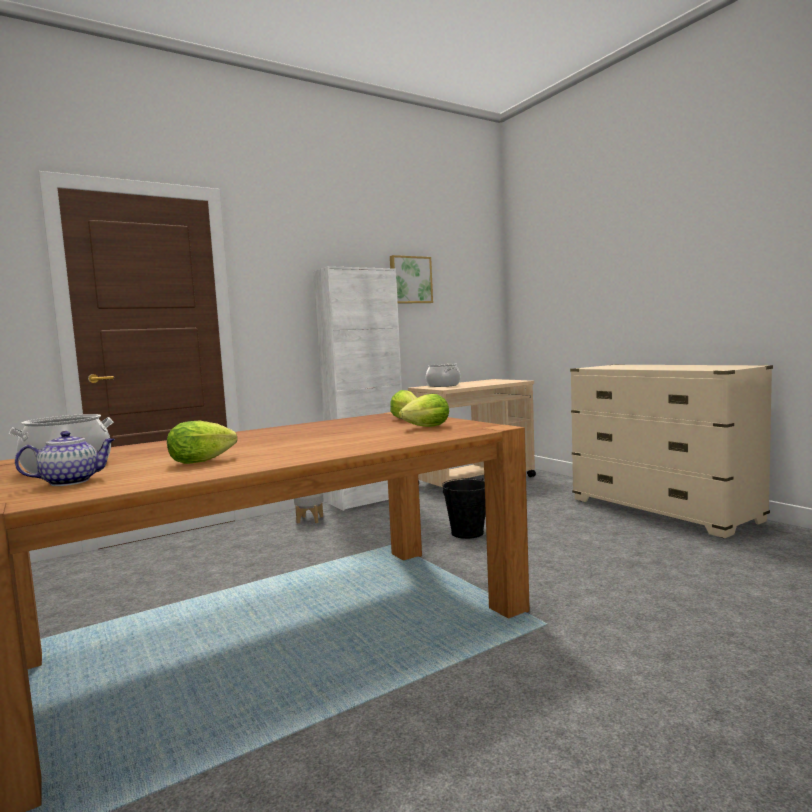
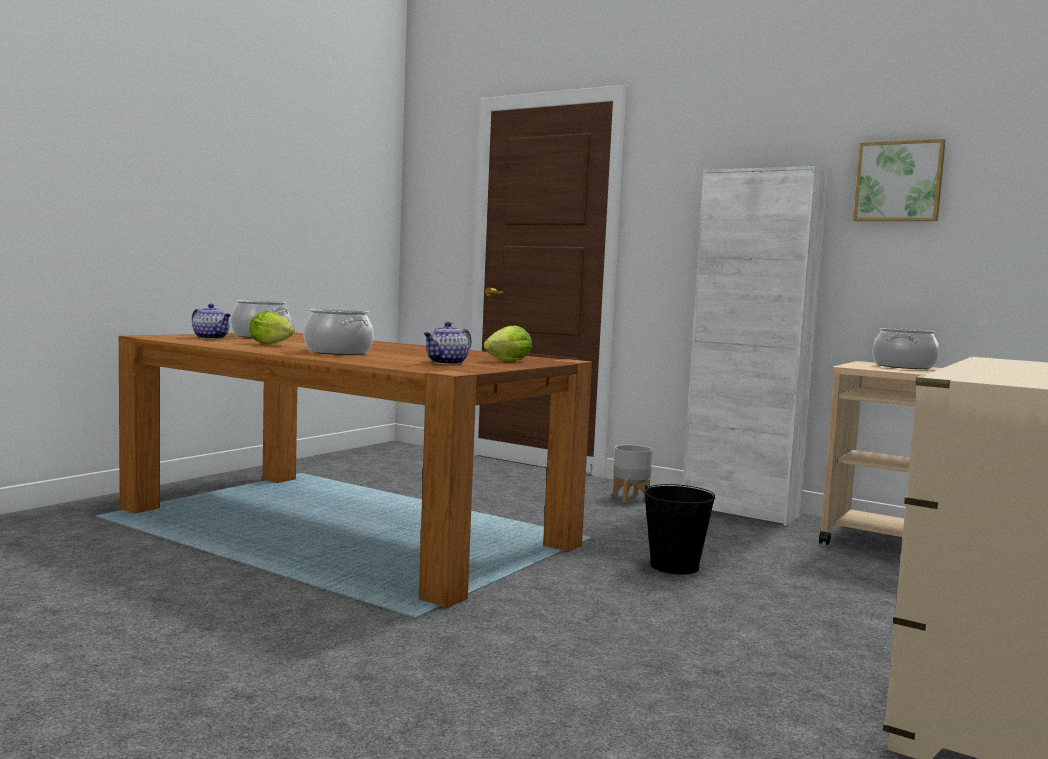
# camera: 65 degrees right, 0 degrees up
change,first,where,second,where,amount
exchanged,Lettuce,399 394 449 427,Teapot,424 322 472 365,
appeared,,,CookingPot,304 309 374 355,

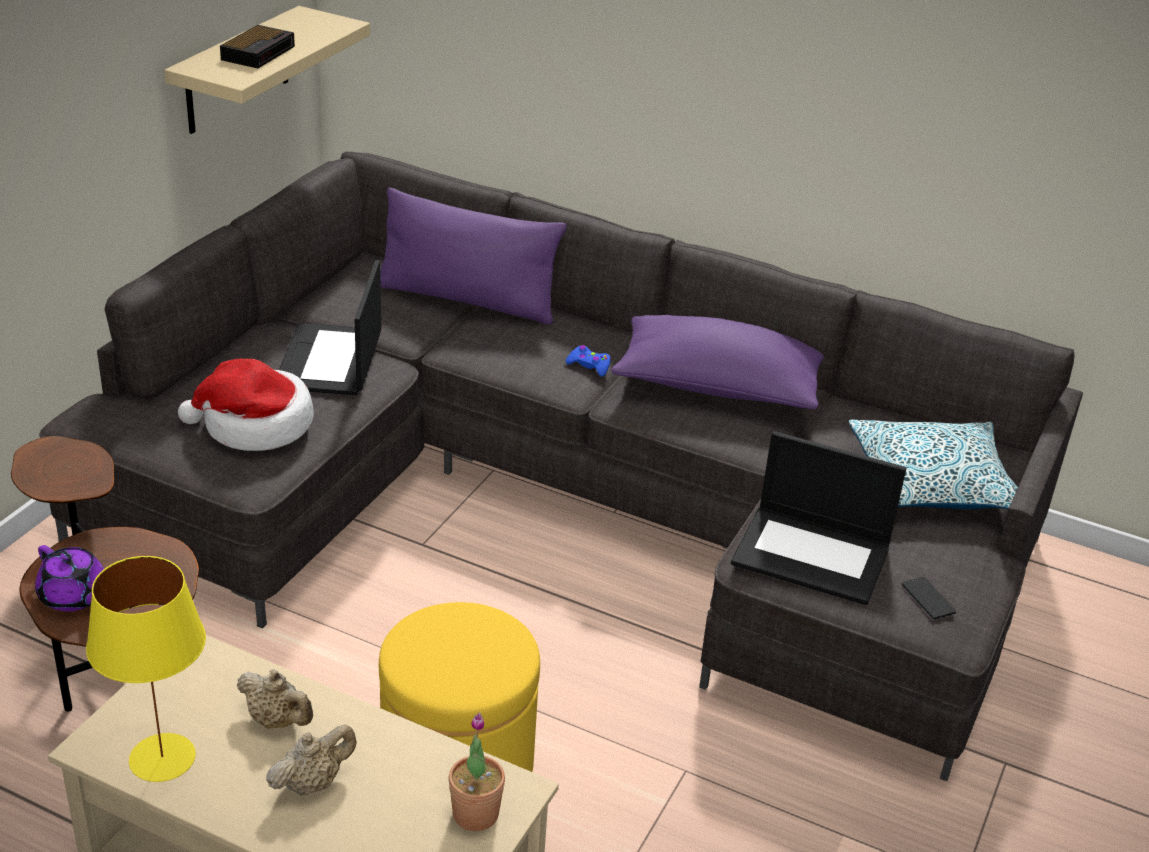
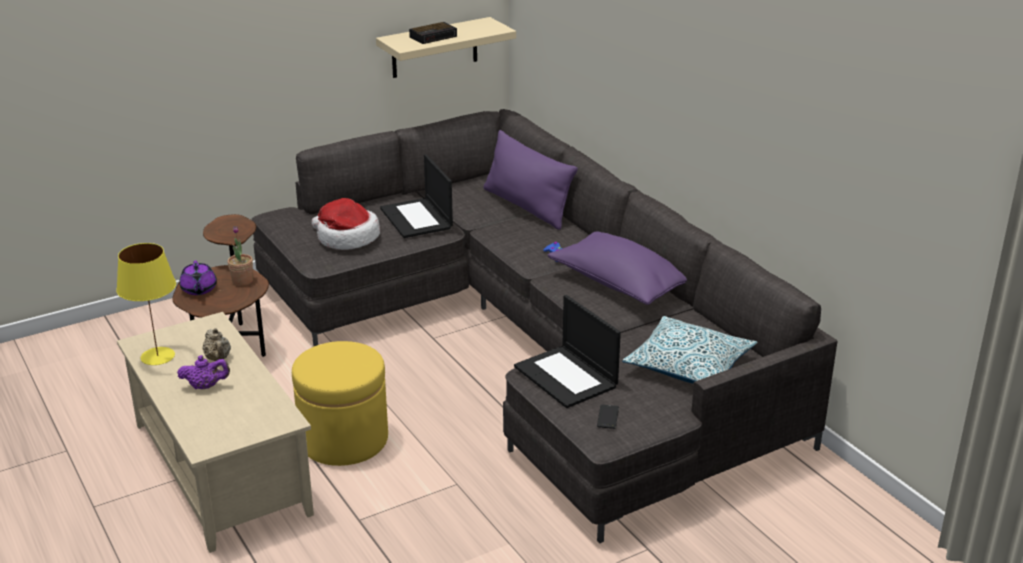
# camera: 35 degrees right, 5 degrees down
change,first,where,second,where,amount
colour,BeigeTeapot,266 724 357 796,PurpleTeapot,177 355 230 389,
spun,Laptop,279 260 381 395,,380 154 453 238,60 degrees counterclockwise
relocated,PottedPlant,448 713 505 831,,228 226 253 286,

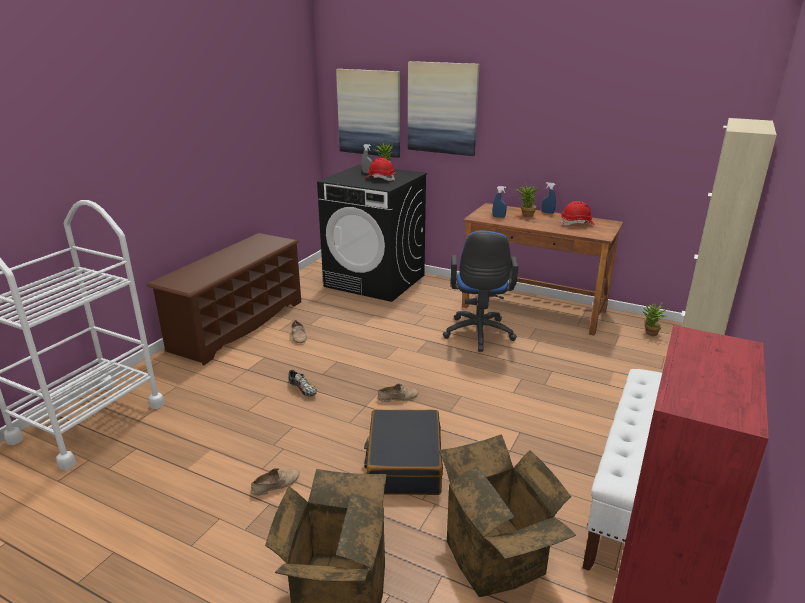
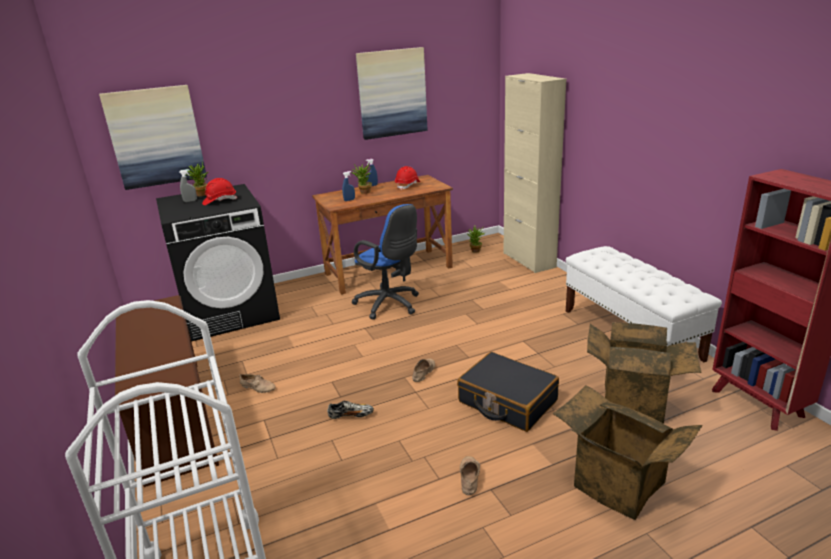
# camera: 50 degrees left, 0 degrees up
change,first,where,second,where,amount
relocated,Picture,408 61 479 156,,356 47 428 140,

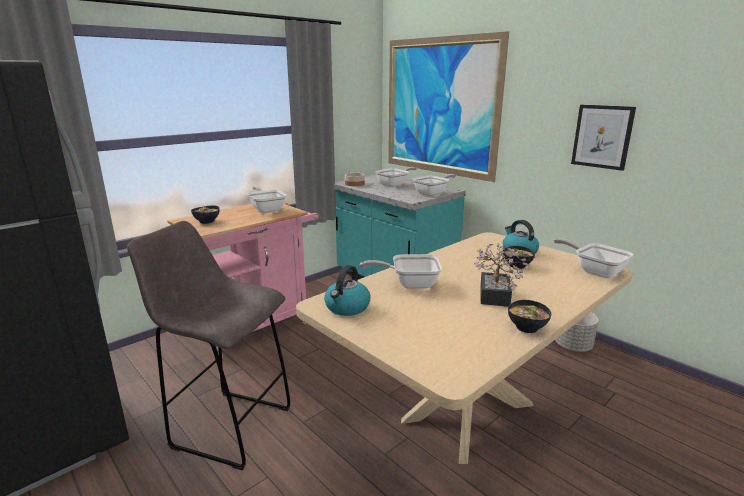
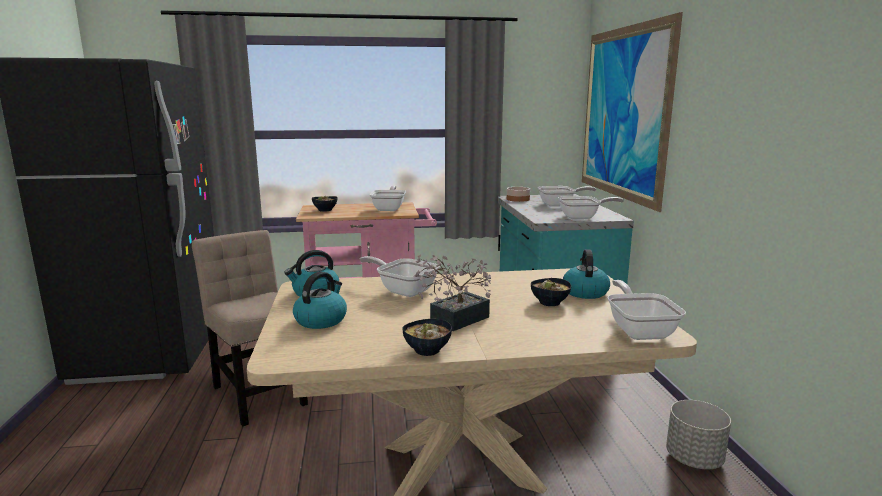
# camera: 35 degrees right, 5 degrees down
change,first,where,second,where,amount
exchanged,GreyStool,127 221 291 470,BeigeChair,192 230 308 427,
missing,Picture,571 105 636 171,,,
appeared,,,Kettle,293 272 347 329,

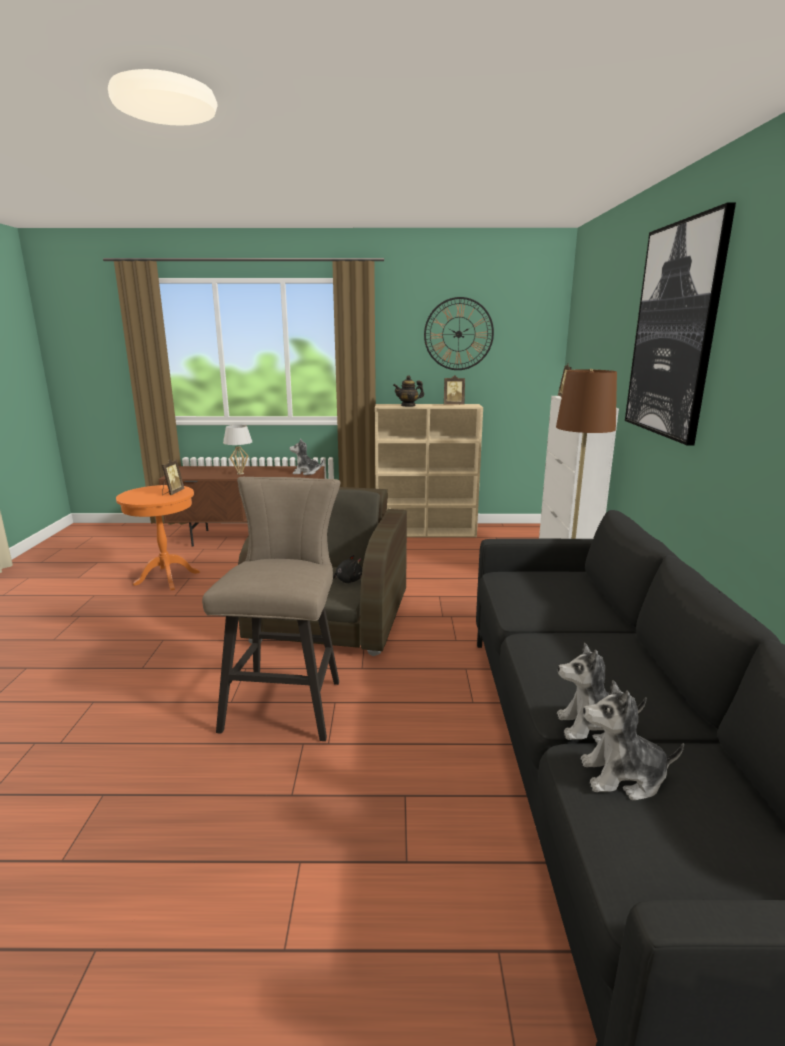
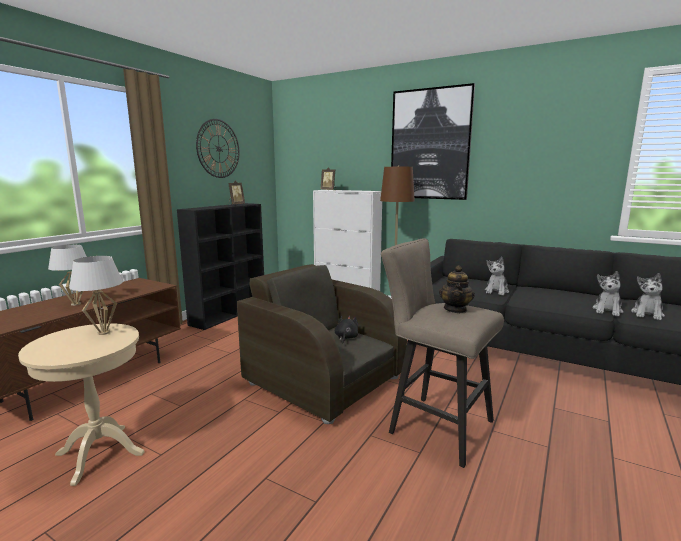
# camera: 60 degrees left, 5 degrees down
change,first,where,second,where,amount
colour,OrangeSideTable,116 485 200 590,BeigeSideTable,18 323 145 486,
exchanged,PictureFrame,162 459 185 495,WhiteTableLamp,69 256 123 335,
relocated,PlushToy,290 438 324 475,,485 257 509 295,
colour,BeigeBookcase,375 404 483 537,BlackBookcase,177 203 264 330,
relocated,Teapot,393 375 424 407,,439 265 475 313,

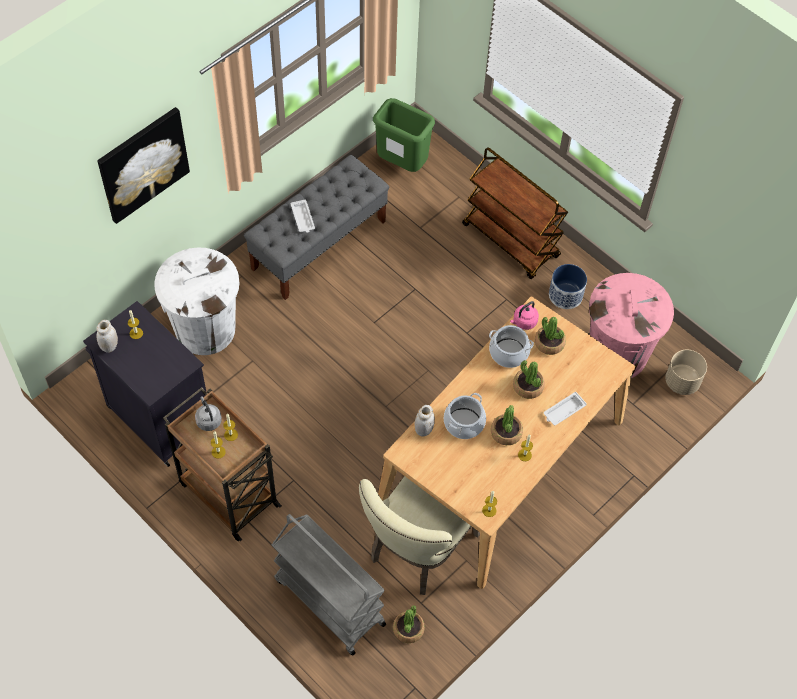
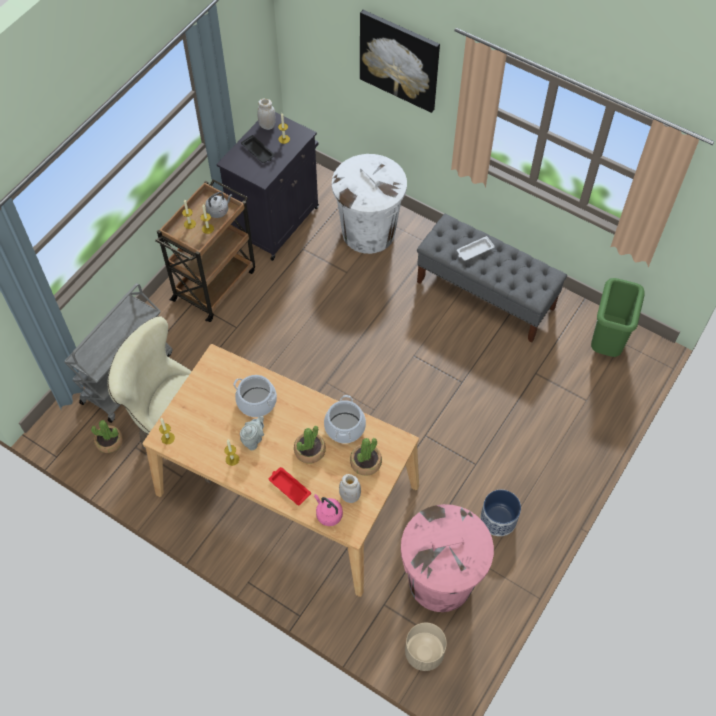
# camera: 80 degrees right, 0 degrees up
change,first,where,second,where,amount
relocated,WhiteJar,415 405 435 436,,339 474 361 503,
missing,BrownCart,462 147 568 279,,,
exchanged,PottedPlant,491 405 523 445,GreyTeapot,240 416 264 451,
relocated,PinkKettle,510 301 539 330,,314 494 343 526,
colour,WhiteTray,544 392 587 425,RedTray,269 467 311 506,
appeared,,,BlackTray,241 135 275 163,

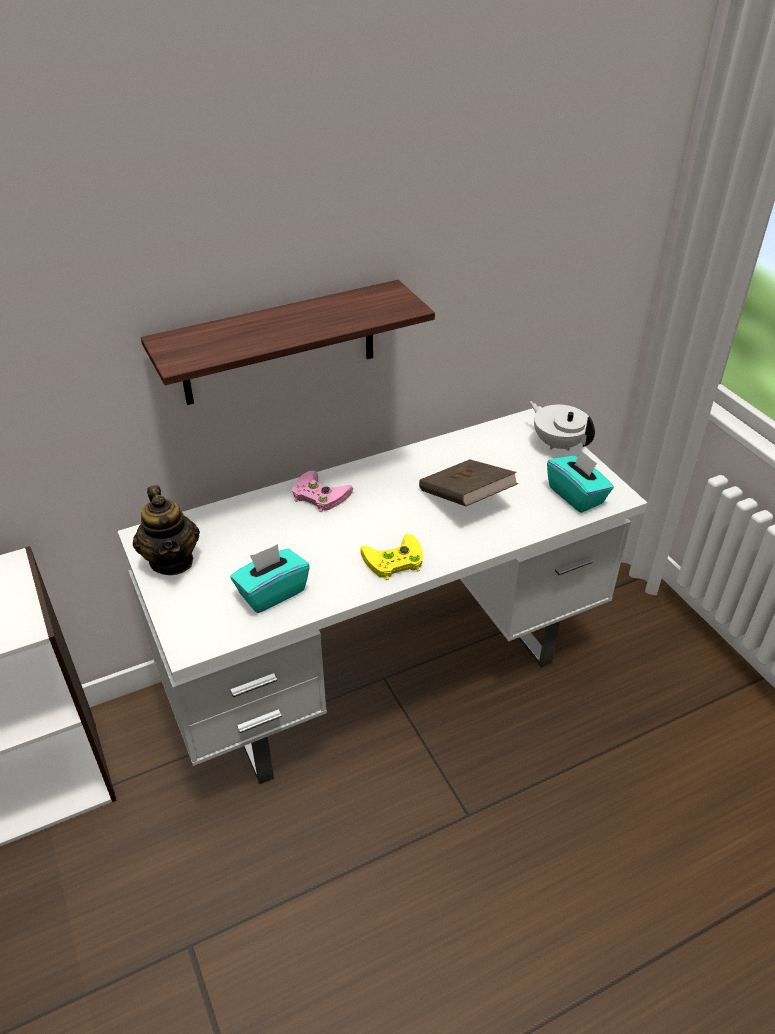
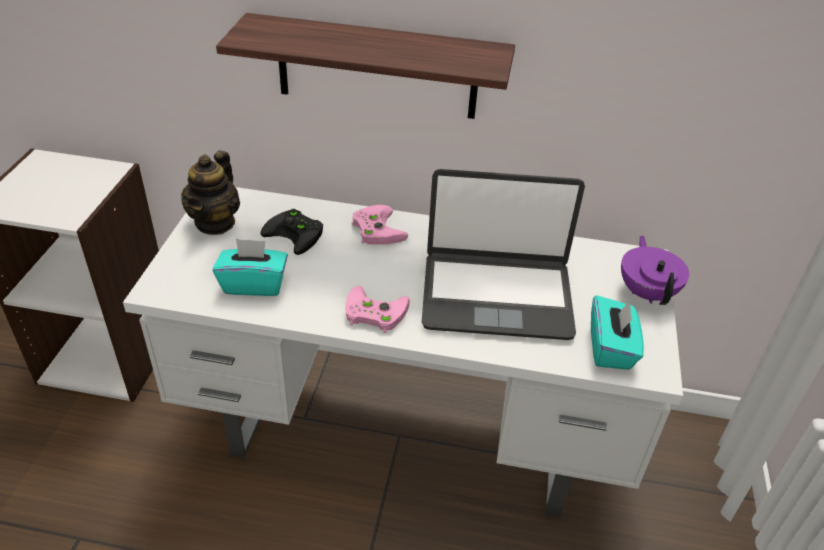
# camera: 35 degrees right, 0 degrees up
change,first,where,second,where,amount
colour,YellowGameController,360 534 423 580,PinkGameController,345 286 410 333,
exchanged,BrownBook,419 459 518 506,Laptop,422 169 585 340,
colour,WhiteTeapot,530 401 595 451,PurpleTeapot,621 235 689 305,
appeared,,,BlackGameController,260 209 323 255,

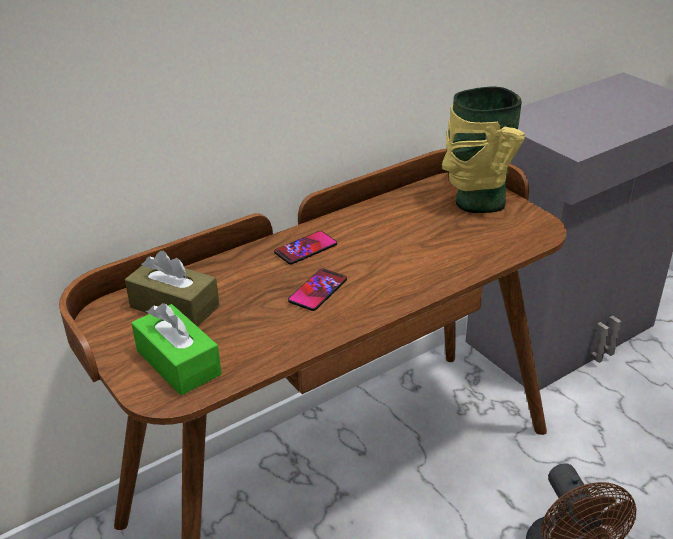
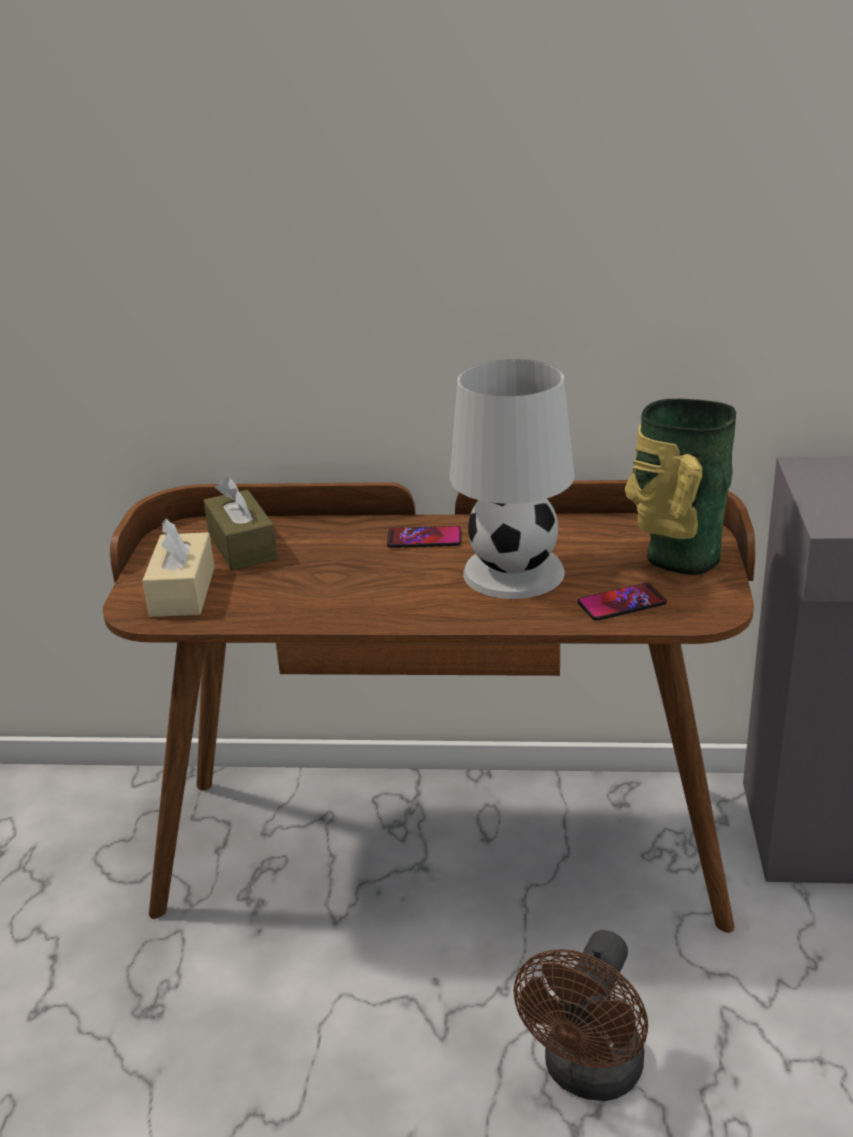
# camera: 40 degrees right, 5 degrees down
change,first,where,second,where,amount
colour,GreenTissueBox,131 303 222 396,BeigeTissueBox,142 518 215 617,
relocated,Phone,288 269 347 311,,578 583 667 621,
appeared,,,WhiteTableLamp,450 359 575 599,

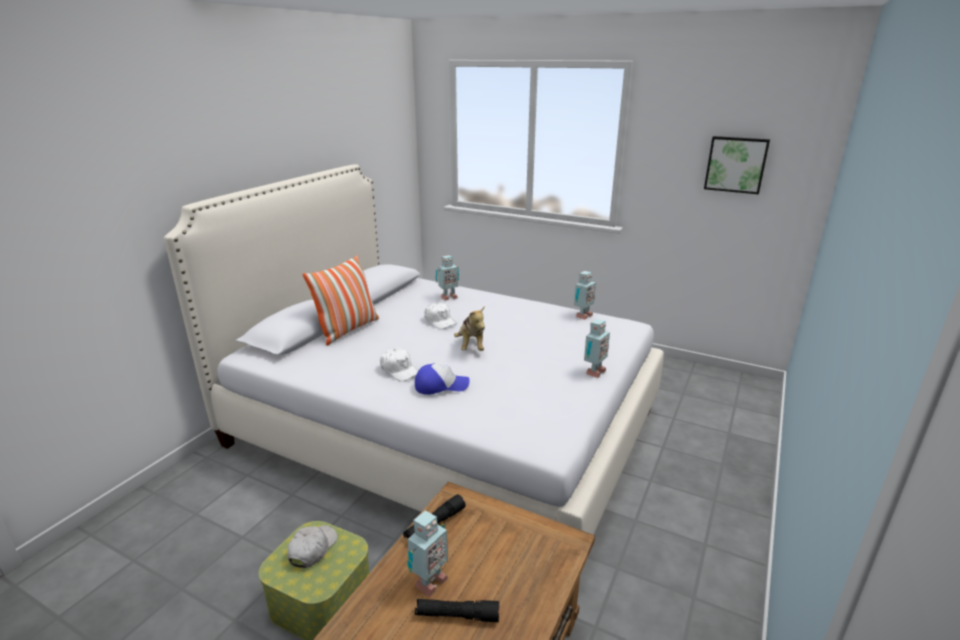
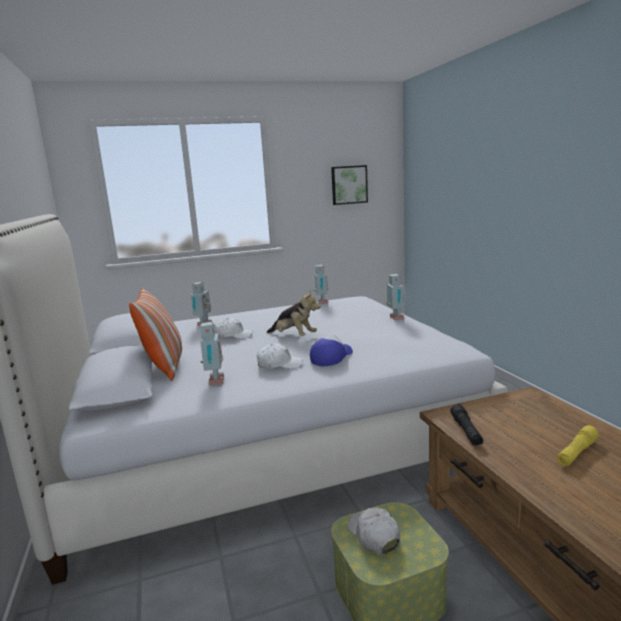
# camera: 45 degrees left, 10 degrees down
change,first,where,second,where,amount
relocated,ToyRobot,407 510 448 597,,200 322 224 385,
colour,BlackFlashlight,415 599 499 622,YellowFlashlight,556 425 599 466,

